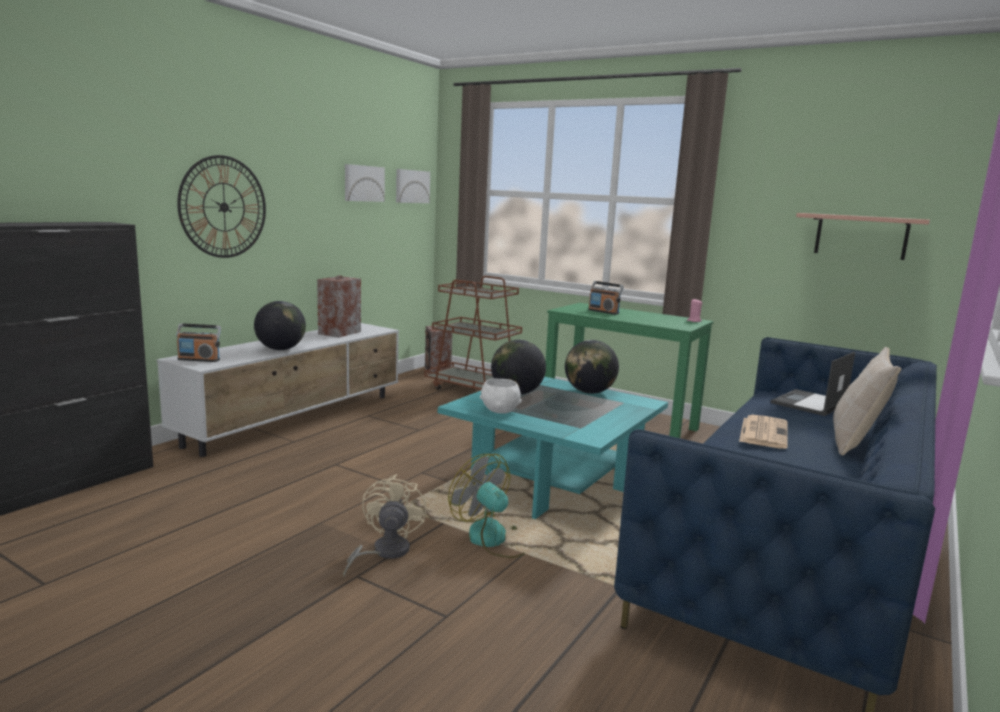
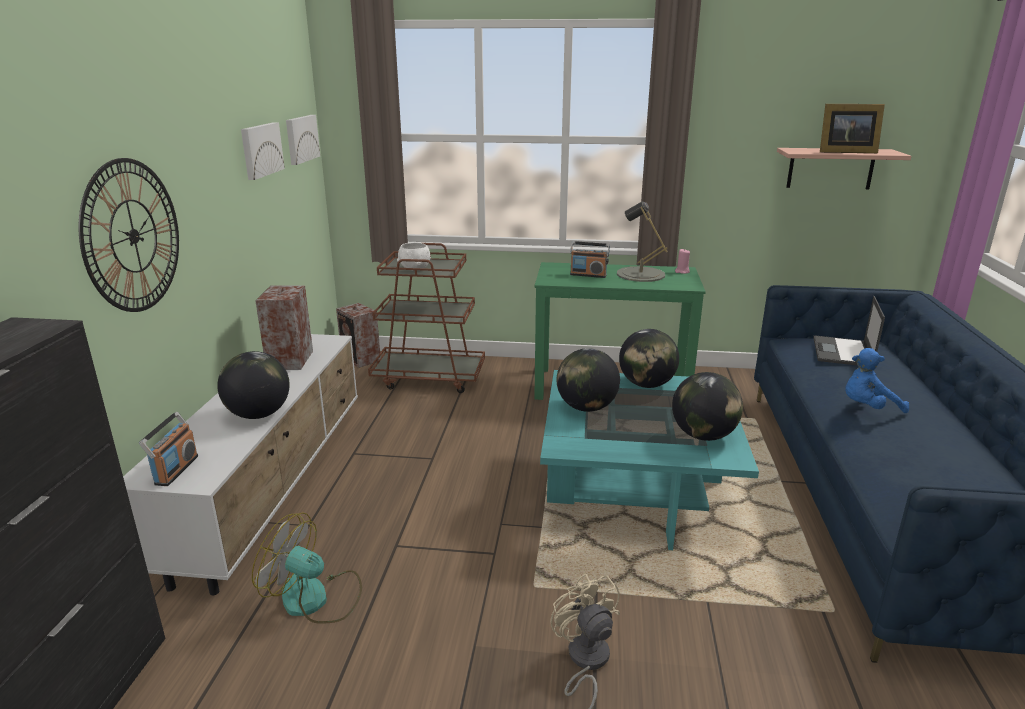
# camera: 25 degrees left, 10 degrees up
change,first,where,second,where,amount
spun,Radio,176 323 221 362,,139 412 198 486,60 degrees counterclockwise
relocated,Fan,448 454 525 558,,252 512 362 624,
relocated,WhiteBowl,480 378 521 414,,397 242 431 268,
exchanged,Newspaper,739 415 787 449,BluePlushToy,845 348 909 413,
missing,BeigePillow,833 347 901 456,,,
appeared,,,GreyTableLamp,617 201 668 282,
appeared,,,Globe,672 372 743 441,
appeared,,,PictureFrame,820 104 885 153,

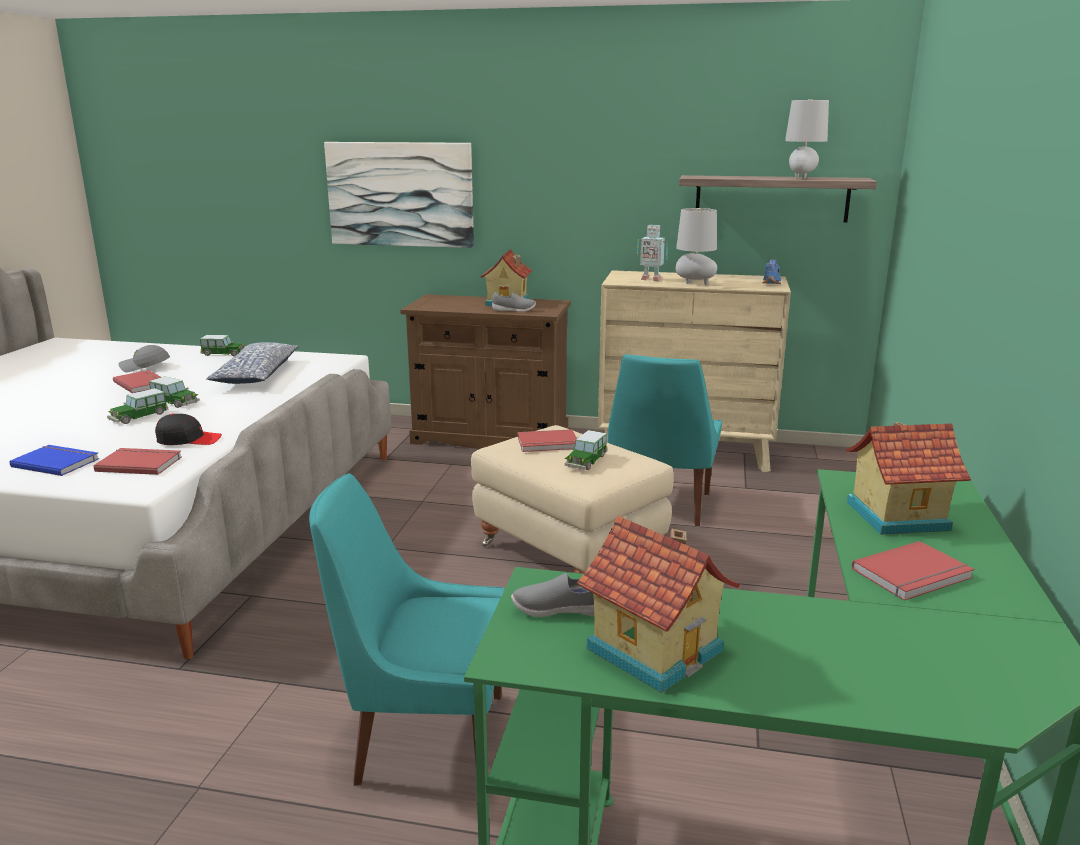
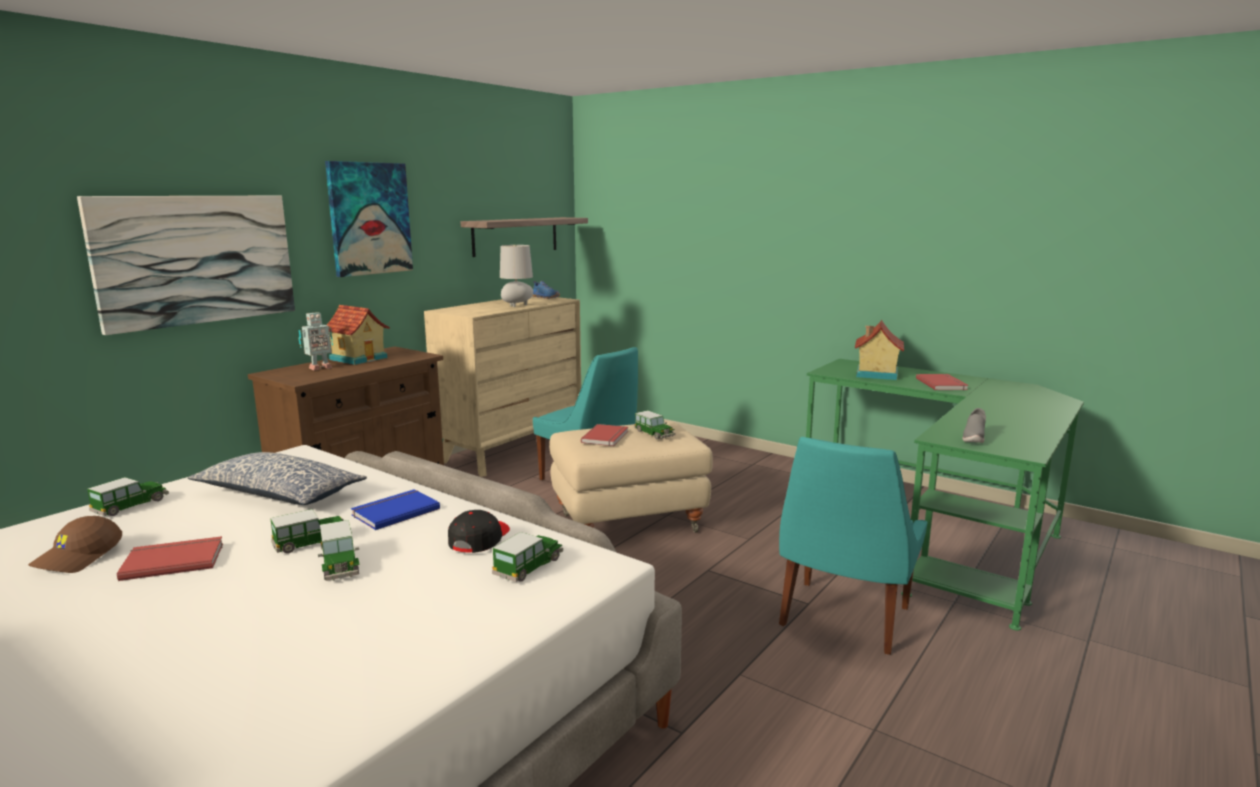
# camera: 65 degrees left, 5 degrees down
change,first,where,second,where,amount
relocated,BlueBook,9 445 99 476,,351 489 440 530,
exchanged,RedBook,94 448 182 475,ToyCar,492 532 563 582,
colour,GreyCap,118 345 170 373,BrownCap,28 516 122 573,
missing,GreyShoe,492 292 536 312,,,
missing,ToyHouse,577 515 740 693,,,
relocated,ToyRobot,637 225 668 281,,298 312 333 370,
missing,GreyTableLamp,785 99 829 179,,,
appeared,,,Picture,325 161 413 277,

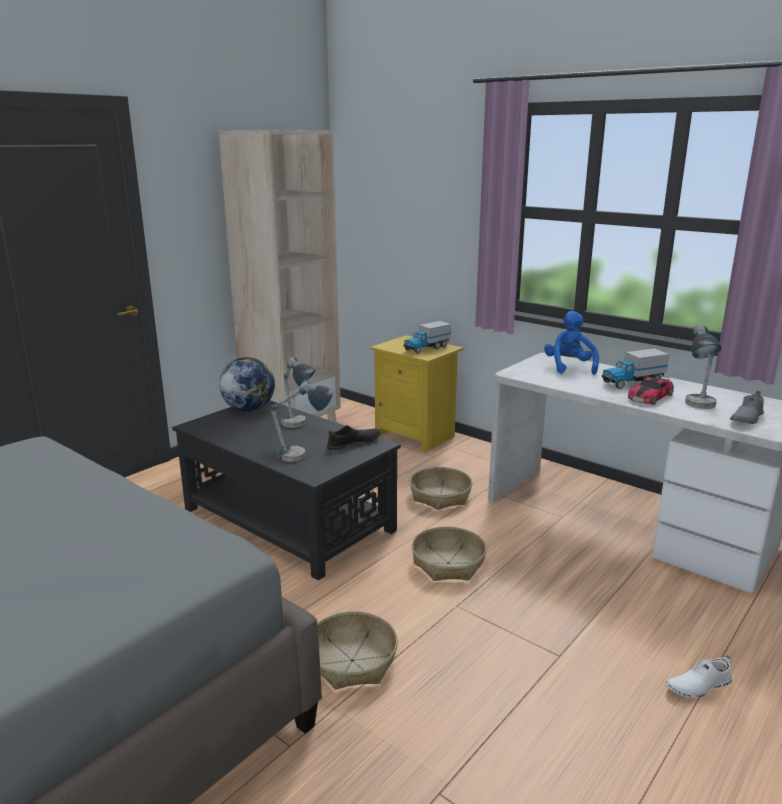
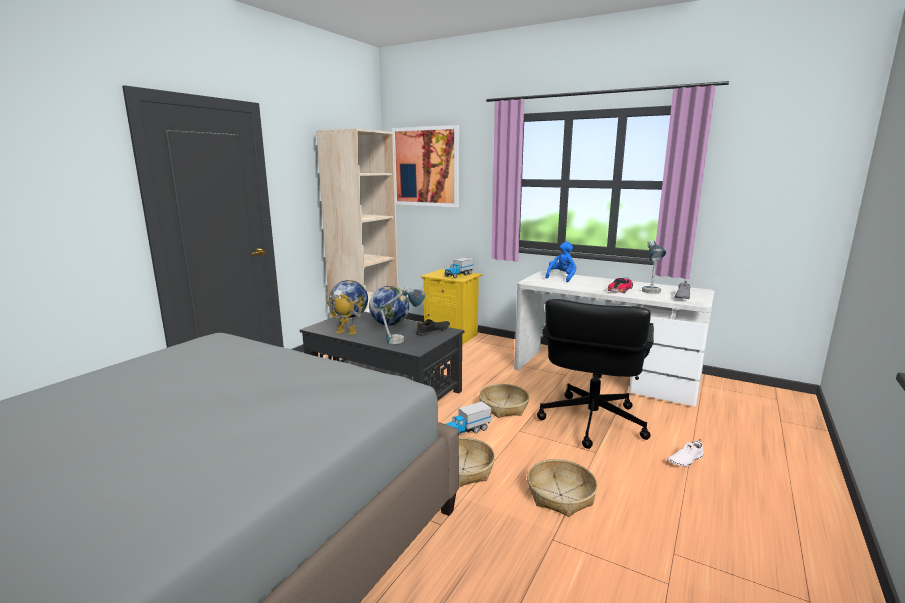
# camera: 10 degrees left, 5 degrees down
change,first,where,second,where,amount
exchanged,TableLamp,281 357 316 428,Globe,369 286 409 326,
relocated,Basket,410 467 472 510,,527 459 598 517,
spun,BluePlushToy,544 311 599 375,,545 242 576 282,45 degrees clockwise
relocated,ToyTruck,602 349 669 389,,446 401 492 434,
appeared,,,ToyRobot,326 289 363 335,
appeared,,,Picture,392 125 459 207,
appeared,,,BlackOfficeChair,537 299 654 449,

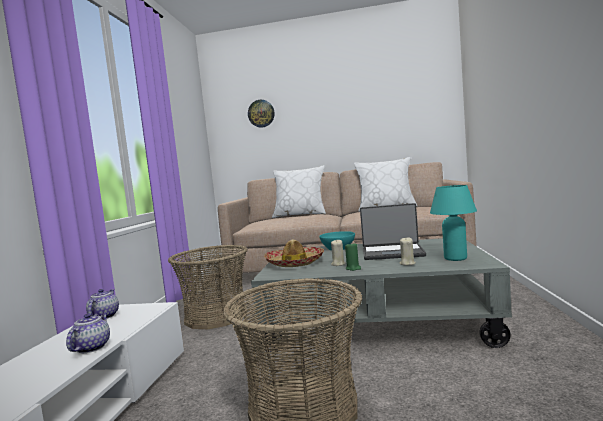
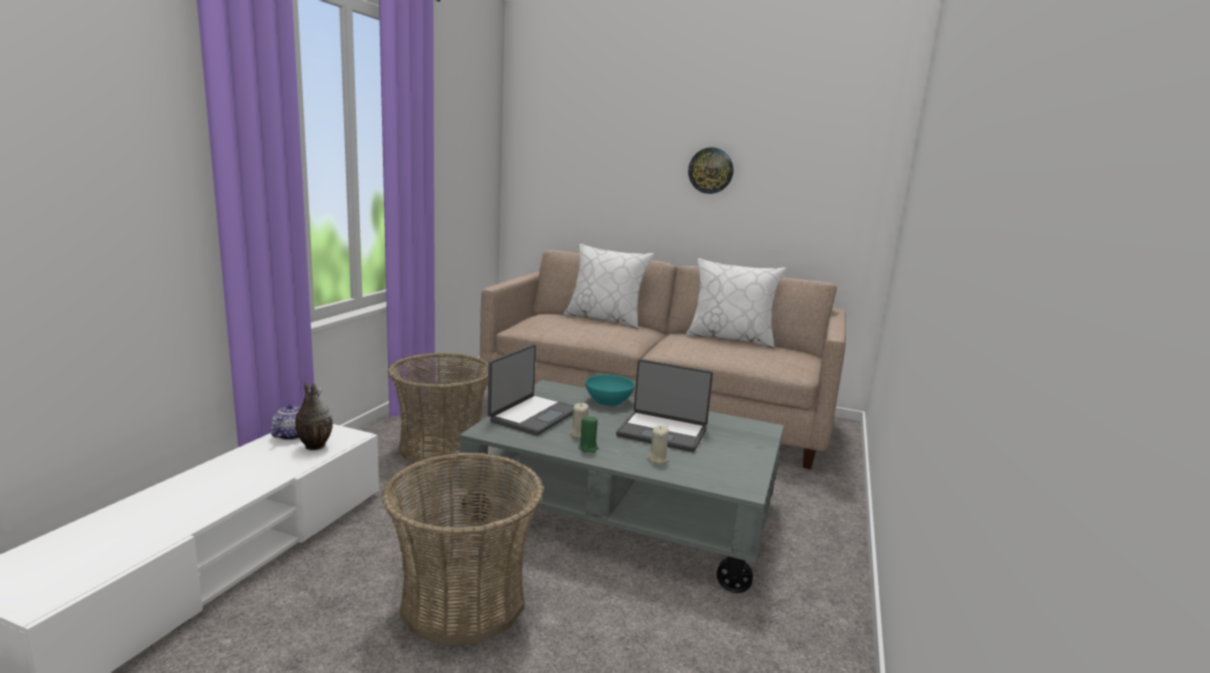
# camera: 10 degrees right, 10 degrees up
change,first,where,second,where,amount
missing,Teapot,66 312 110 353,,,
relocated,WallClock,248 100 275 128,,688 147 733 194,
exchanged,Hat,264 240 324 267,Laptop,488 344 574 436,
missing,TurquoiseTableLamp,430 185 477 261,,,
appeared,,,Vase,295 382 333 450,

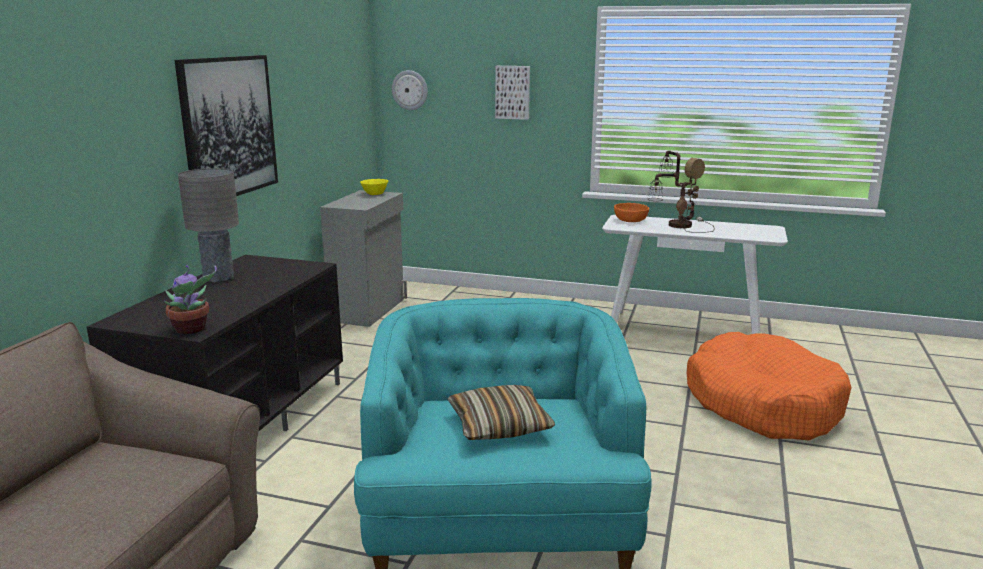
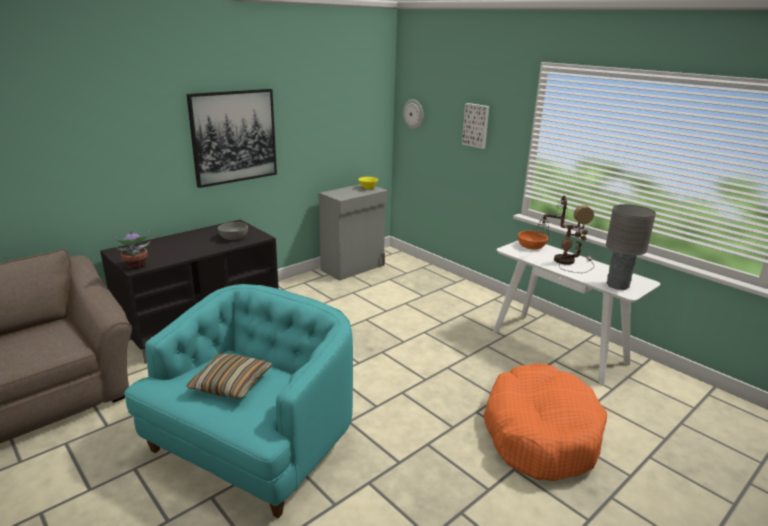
# camera: 30 degrees right, 5 degrees up
change,first,where,second,where,amount
relocated,GreyTableLamp,178 168 239 283,,606 204 656 290,
appeared,,,GreyBowl,218 222 248 240,

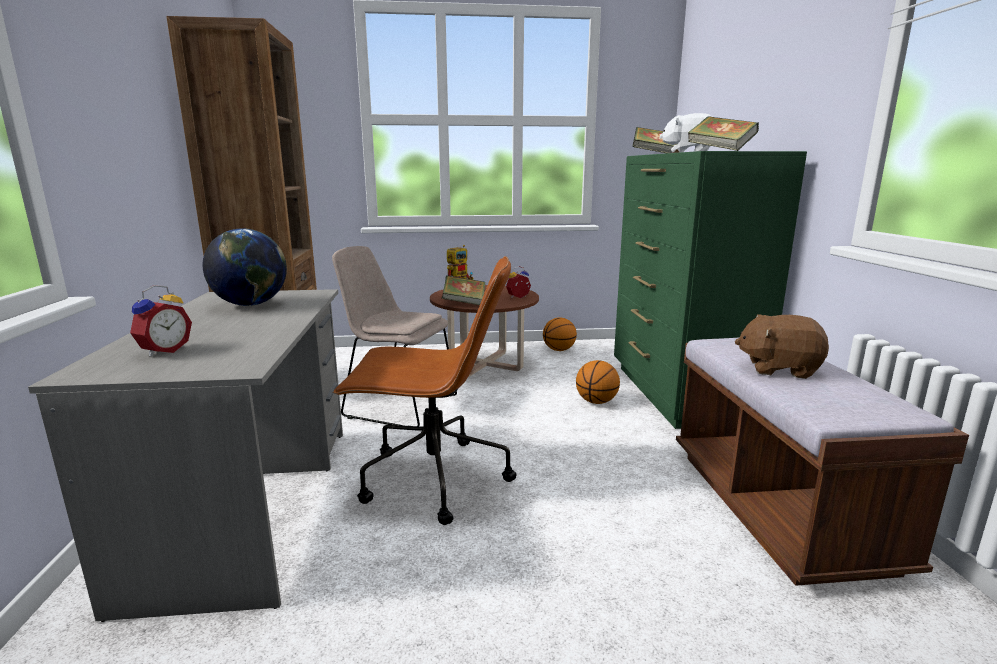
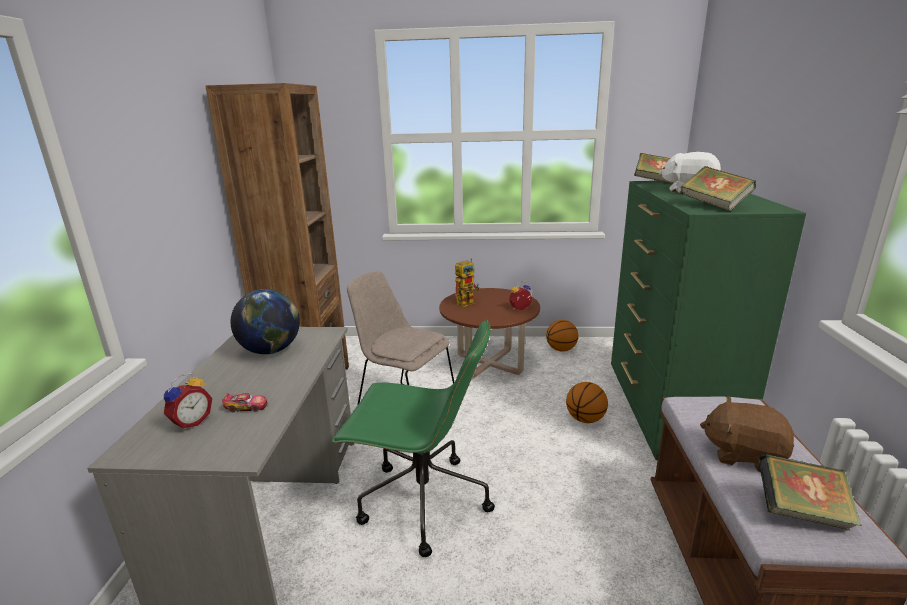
# camera: 10 degrees right, 5 degrees up
change,first,where,second,where,amount
colour,BrownOfficeChair,333 256 516 525,GreenOfficeChair,332 319 495 557,
relocated,Book,442 275 485 305,,758 454 862 530,
appeared,,,ToyCar,222 393 267 412,

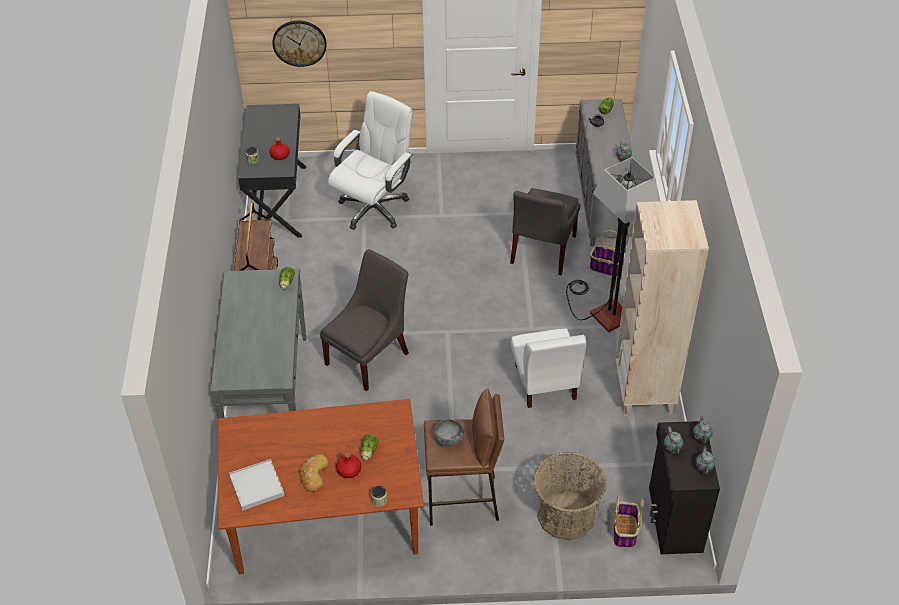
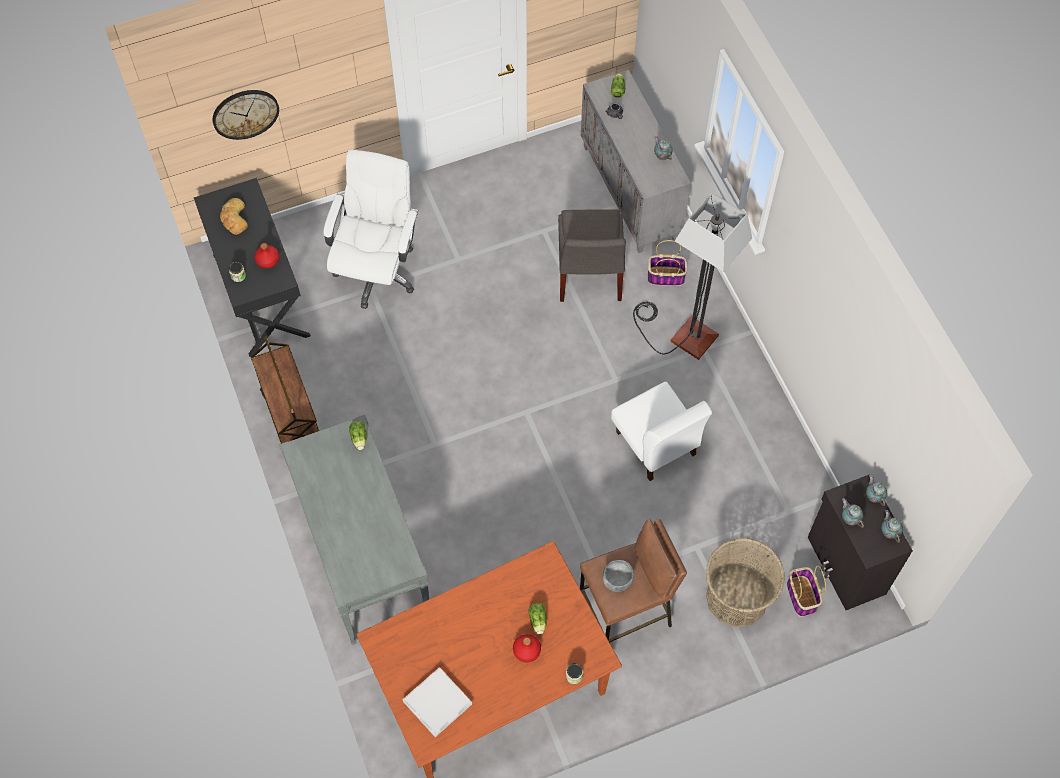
# camera: 20 degrees left, 15 degrees up
change,first,where,second,where,amount
relocated,Bread,299 454 329 492,,220 198 248 235,
missing,GreyChair,320 249 409 391,,,
missing,BeigeBookcase,615 200 709 416,,,

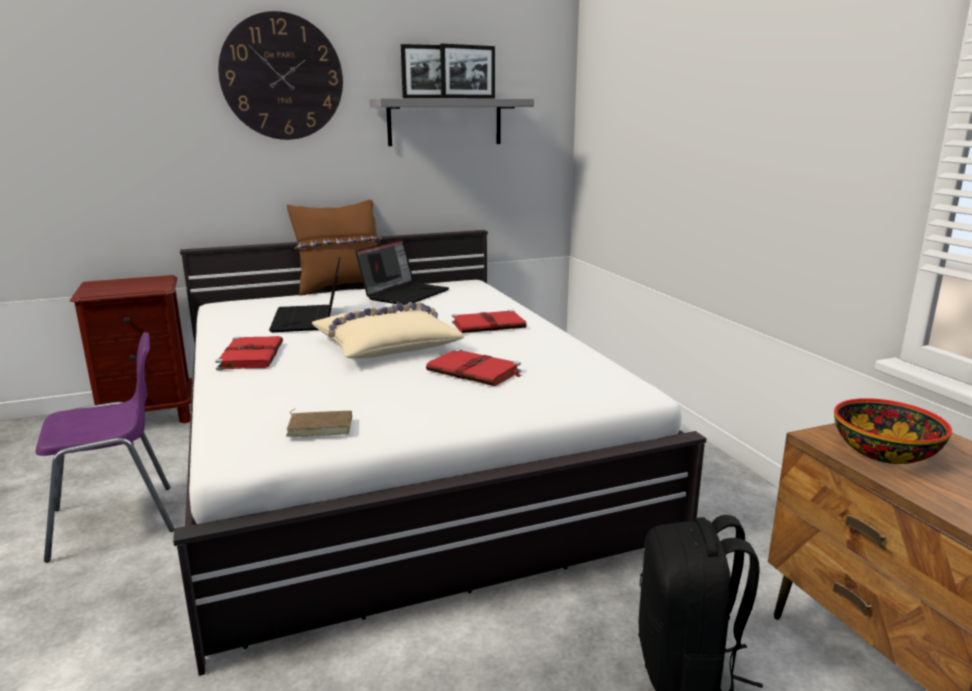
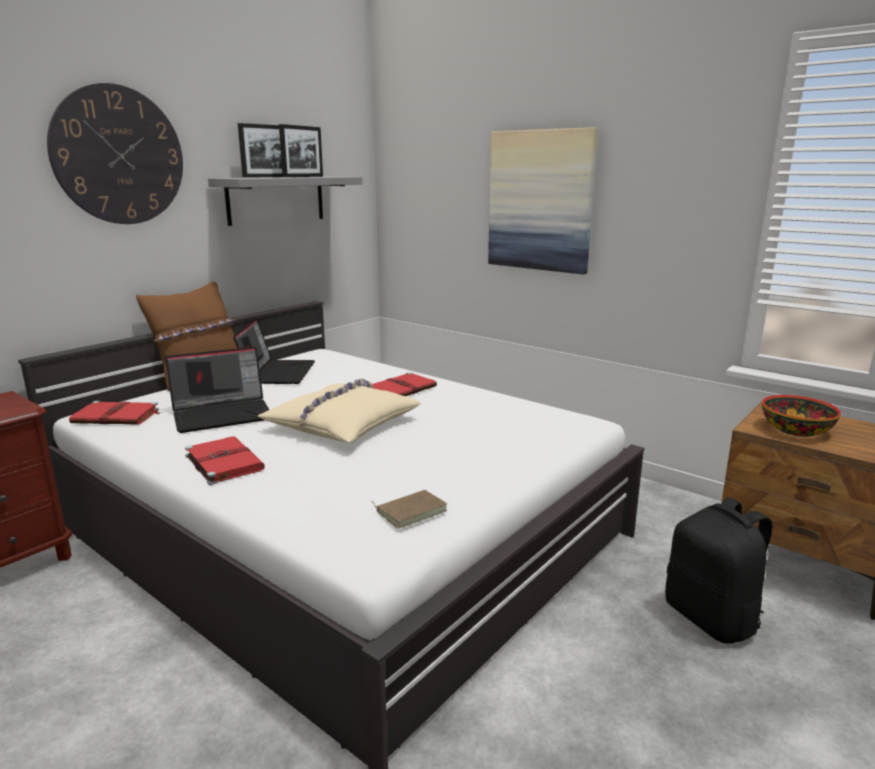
# camera: 30 degrees left, 0 degrees up
change,first,where,second,where,amount
missing,PurpleChair,36 332 174 563,,,
spun,Laptop,269 257 340 332,,165 347 269 433,75 degrees counterclockwise
relocated,RedBook,426 348 523 386,,69 401 159 425,
appeared,,,Picture,488 127 598 274,

